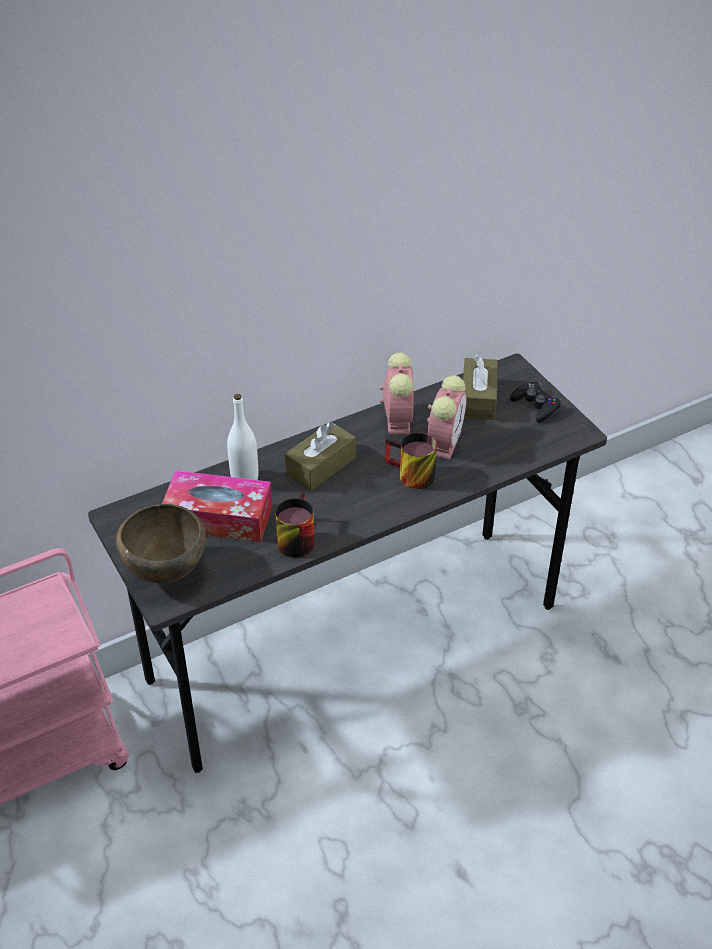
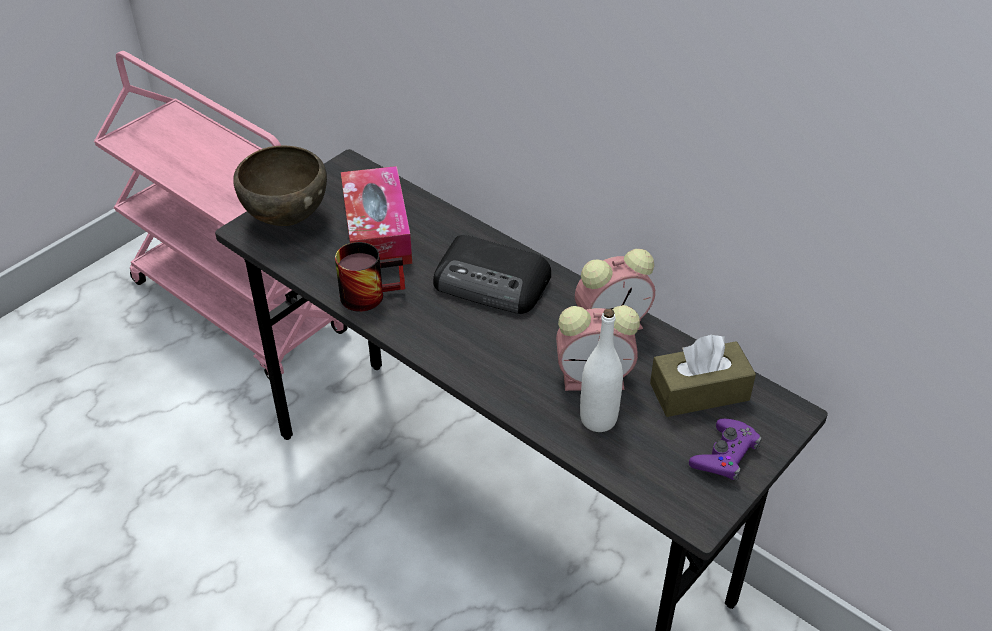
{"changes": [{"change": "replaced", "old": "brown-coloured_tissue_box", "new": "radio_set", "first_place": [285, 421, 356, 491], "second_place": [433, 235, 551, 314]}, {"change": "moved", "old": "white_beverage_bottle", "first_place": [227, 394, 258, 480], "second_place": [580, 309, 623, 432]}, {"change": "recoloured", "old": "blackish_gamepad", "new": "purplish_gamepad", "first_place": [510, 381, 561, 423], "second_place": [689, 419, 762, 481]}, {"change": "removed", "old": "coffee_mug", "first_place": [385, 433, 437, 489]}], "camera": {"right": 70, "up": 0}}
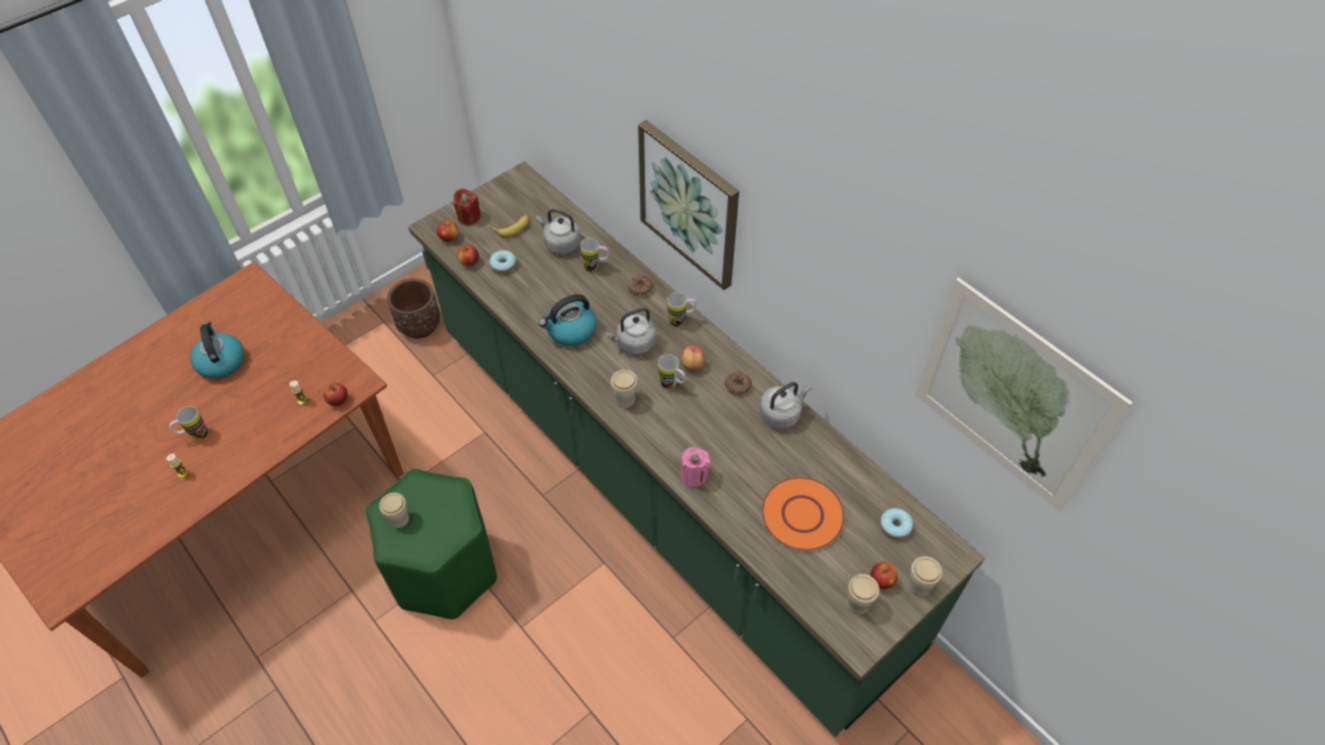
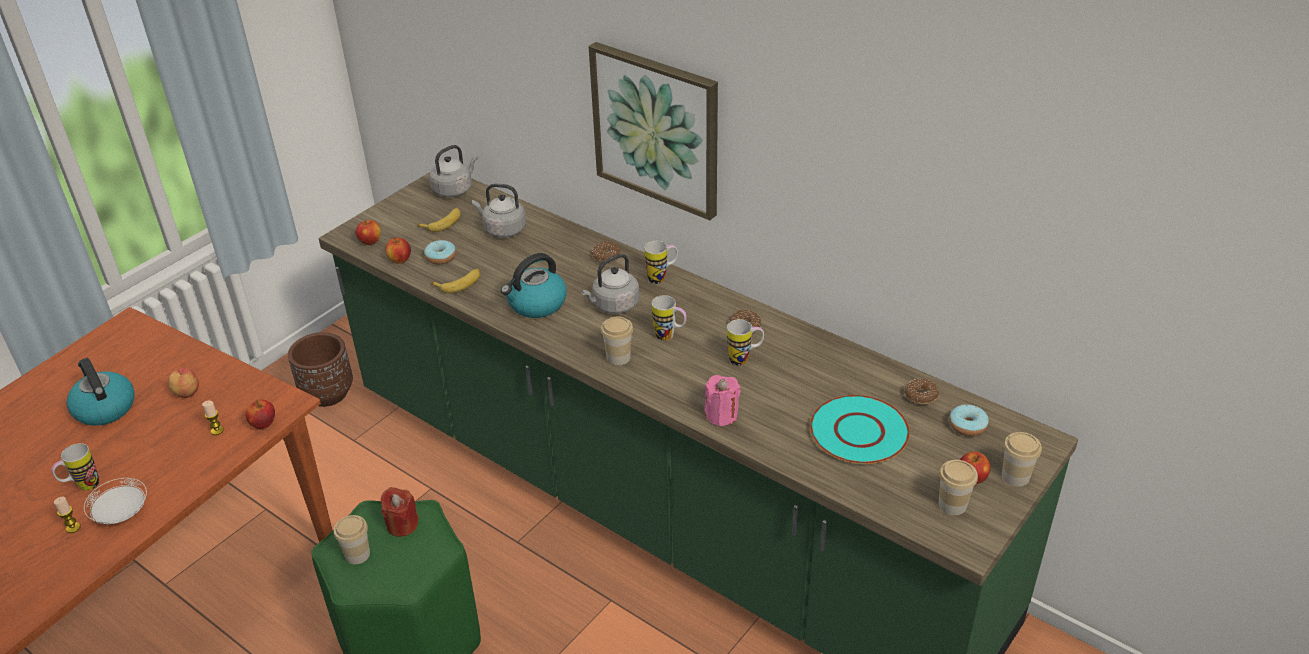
{"changes": [{"change": "added", "new": "white_flat_dish", "second_place": [84, 478, 147, 524]}, {"change": "moved", "old": "whole_apple", "first_place": [681, 345, 705, 371], "second_place": [168, 368, 199, 398]}, {"change": "moved", "old": "reddish_wax_light", "first_place": [454, 188, 481, 225], "second_place": [381, 487, 419, 537]}, {"change": "moved", "old": "gray_water_kettle", "first_place": [759, 382, 811, 429], "second_place": [429, 145, 478, 197]}, {"change": "added", "new": "whole_banana", "second_place": [431, 268, 480, 293]}, {"change": "moved", "old": "coffee_mug", "first_place": [580, 238, 609, 272], "second_place": [727, 319, 764, 366]}, {"change": "recoloured", "old": "orange-coloured_flat_dish", "new": "turquoise-coloured_flat_dish", "first_place": [761, 477, 845, 551], "second_place": [810, 395, 910, 464]}, {"change": "added", "new": "donut", "second_place": [904, 379, 939, 405]}, {"change": "removed", "old": "wall_art", "first_place": [915, 277, 1133, 511]}], "camera": {"right": -10, "up": -15}}
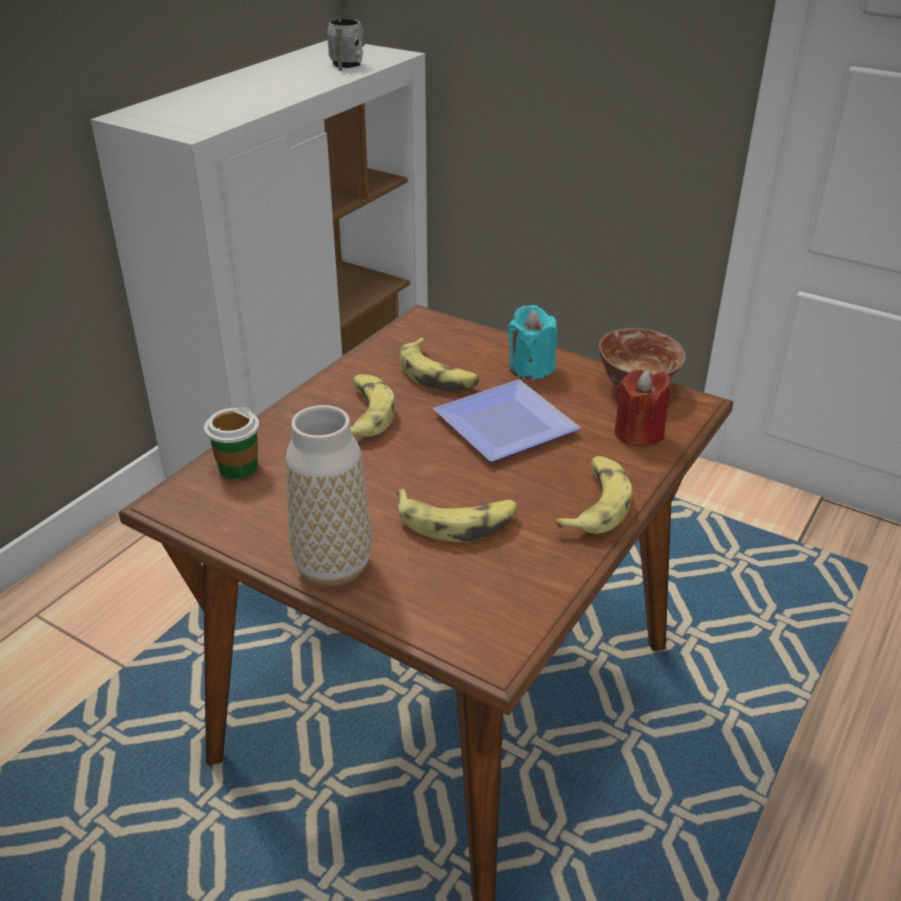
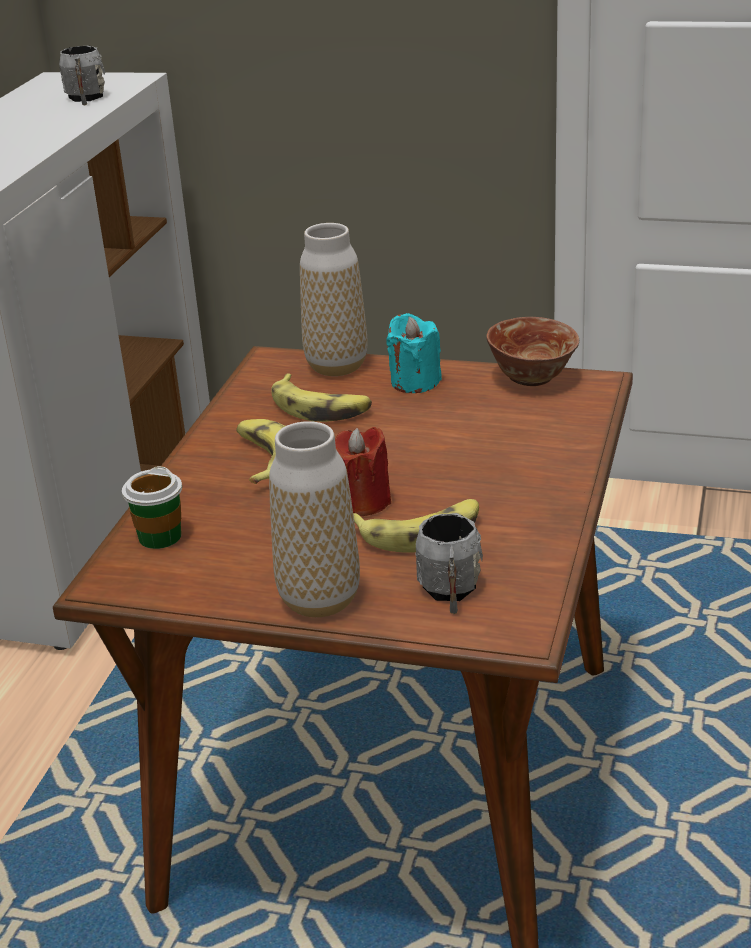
{"changes": [{"change": "added", "new": "decorative_vase", "second_place": [300, 223, 367, 376]}, {"change": "moved", "old": "reddish_wax_light", "first_place": [614, 370, 670, 447], "second_place": [335, 427, 391, 516]}, {"change": "added", "new": "gray_coffee_mug", "second_place": [415, 513, 483, 614]}, {"change": "removed", "old": "flat_dish", "first_place": [433, 380, 581, 462]}, {"change": "removed", "old": "whole_banana", "first_place": [555, 456, 632, 534]}], "camera": {"right": -15, "up": -5}}
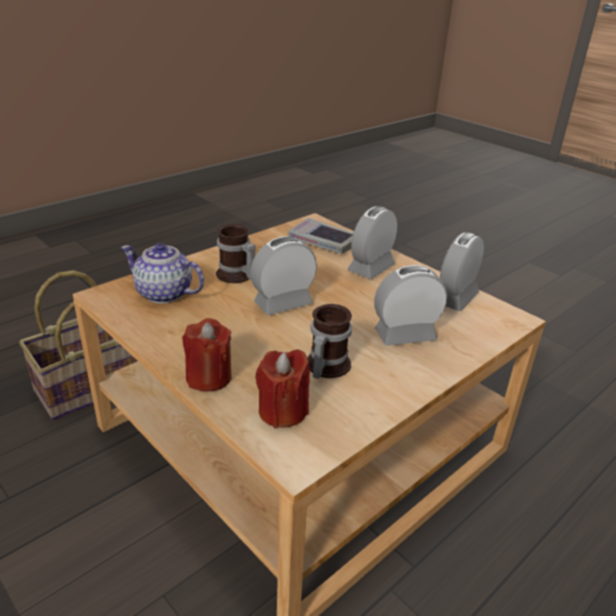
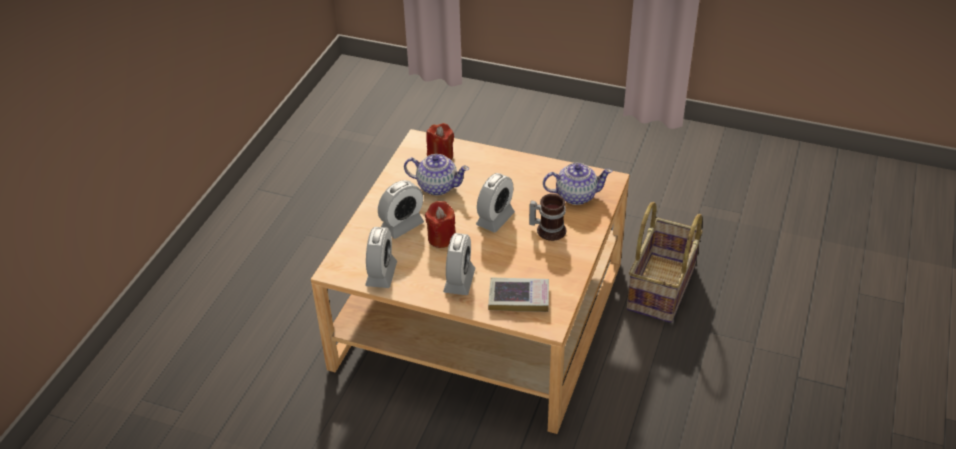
{"changes": [{"change": "replaced", "old": "coffee_mug", "new": "tea_pot", "first_place": [307, 304, 352, 379], "second_place": [404, 154, 469, 196]}, {"change": "moved", "old": "reddish_wax_light", "first_place": [182, 318, 231, 392], "second_place": [425, 201, 456, 248]}], "camera": {"right": 155, "up": 10}}
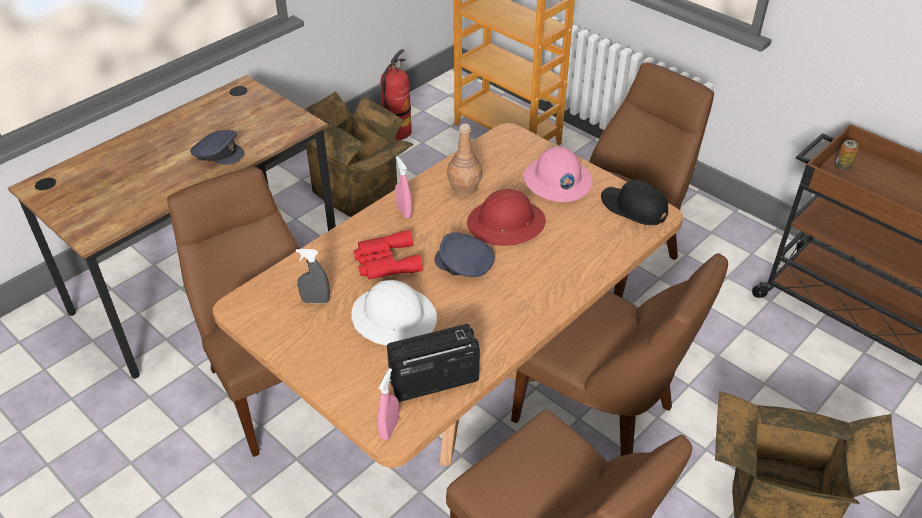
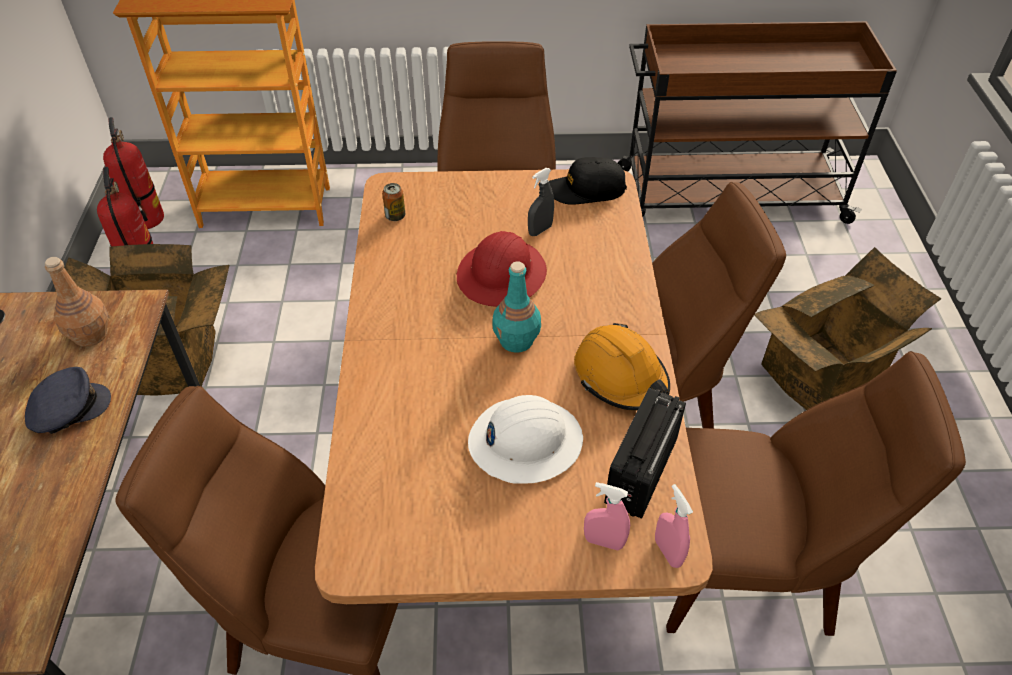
{"changes": [{"change": "moved", "old": "brown-coloured_beverage_bottle", "first_place": [447, 124, 482, 195], "second_place": [45, 257, 108, 347]}, {"change": "added", "new": "fire_extinguisher", "second_place": [103, 117, 164, 229]}, {"change": "moved", "old": "can", "first_place": [835, 140, 858, 170], "second_place": [382, 183, 405, 221]}, {"change": "replaced", "old": "gray_cap", "new": "turquoise-coloured_beverage_bottle", "first_place": [435, 232, 495, 277], "second_place": [492, 261, 541, 353]}, {"change": "moved", "old": "gray_sprayer", "first_place": [296, 249, 330, 303], "second_place": [528, 168, 554, 236]}, {"change": "added", "new": "orange-coloured_safety_helmet", "second_place": [574, 323, 670, 411]}, {"change": "moved", "old": "pink-coloured_sprayer", "first_place": [395, 156, 412, 218], "second_place": [584, 482, 630, 550]}, {"change": "removed", "old": "reddish_binoculars", "first_place": [354, 230, 423, 280]}, {"change": "removed", "old": "pink-coloured_safety_helmet", "first_place": [524, 146, 593, 202]}], "camera": {"right": -45, "up": 5}}
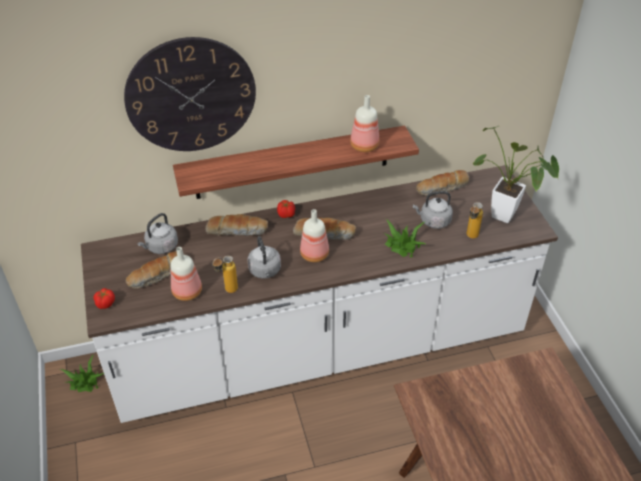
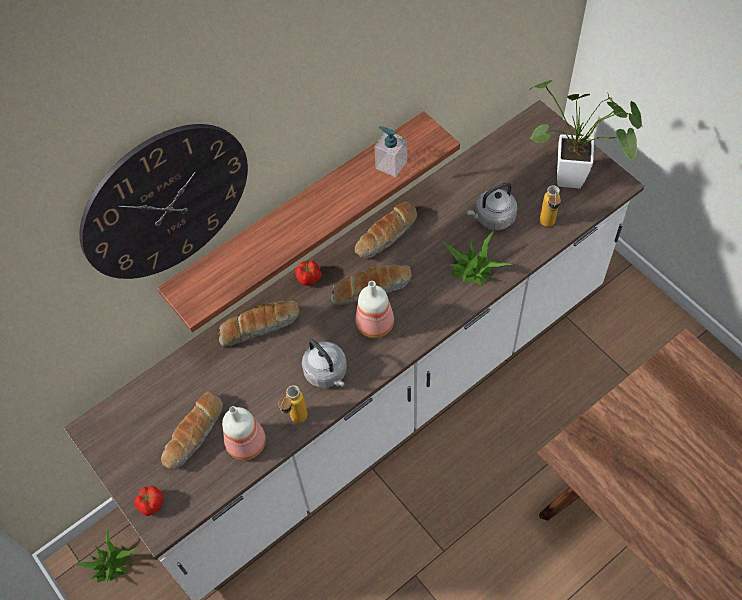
{"changes": [{"change": "moved", "old": "bread", "first_place": [416, 170, 469, 196], "second_place": [355, 202, 417, 258]}, {"change": "replaced", "old": "beverage_bottle", "new": "liquid_soap_bottle", "first_place": [350, 95, 379, 152], "second_place": [375, 126, 407, 177]}, {"change": "removed", "old": "gray_water_kettle", "first_place": [137, 213, 178, 254]}], "camera": {"right": -20, "up": 15}}
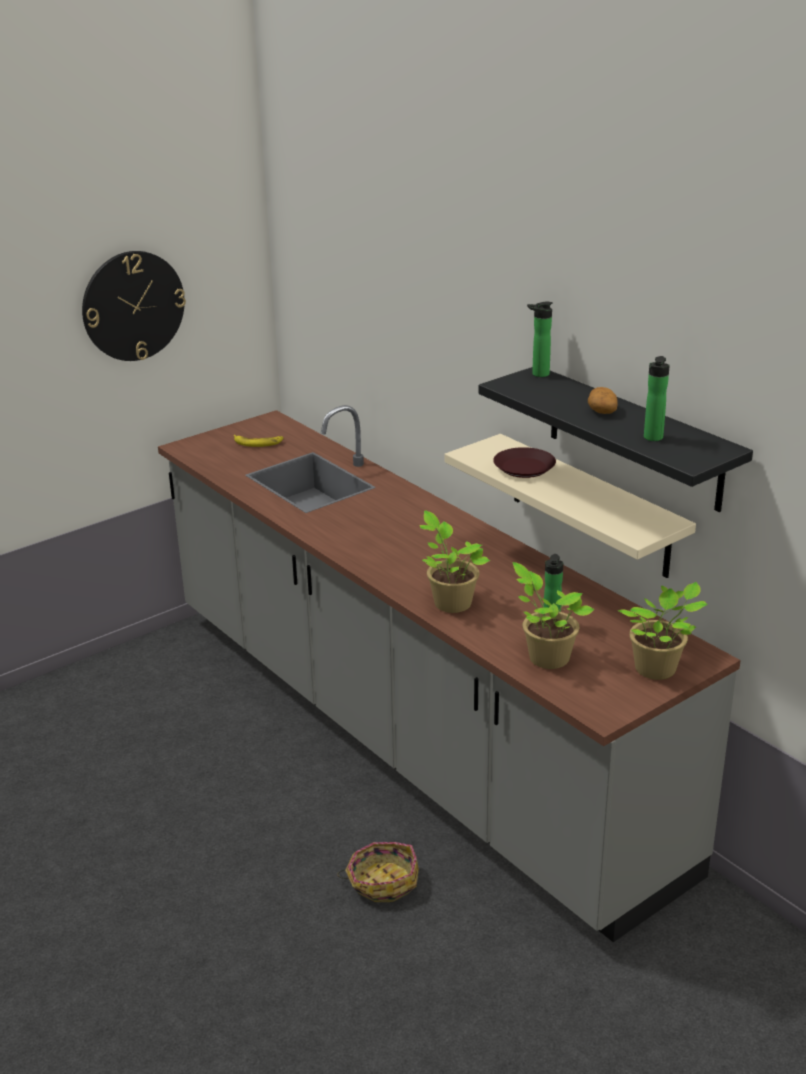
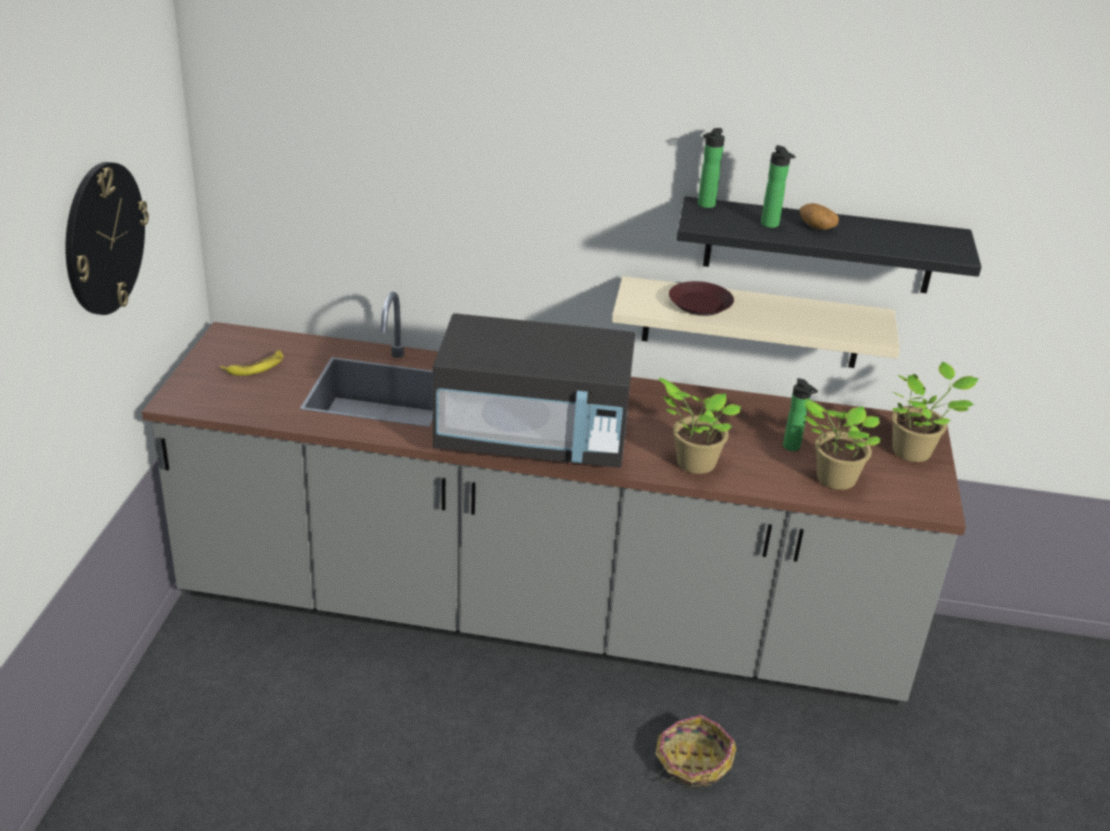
{"changes": [{"change": "added", "new": "blackish_microwave_oven", "second_place": [433, 313, 635, 468]}, {"change": "moved", "old": "beverage_bottle", "first_place": [644, 356, 670, 441], "second_place": [761, 145, 796, 228]}], "camera": {"right": -45, "up": 5}}
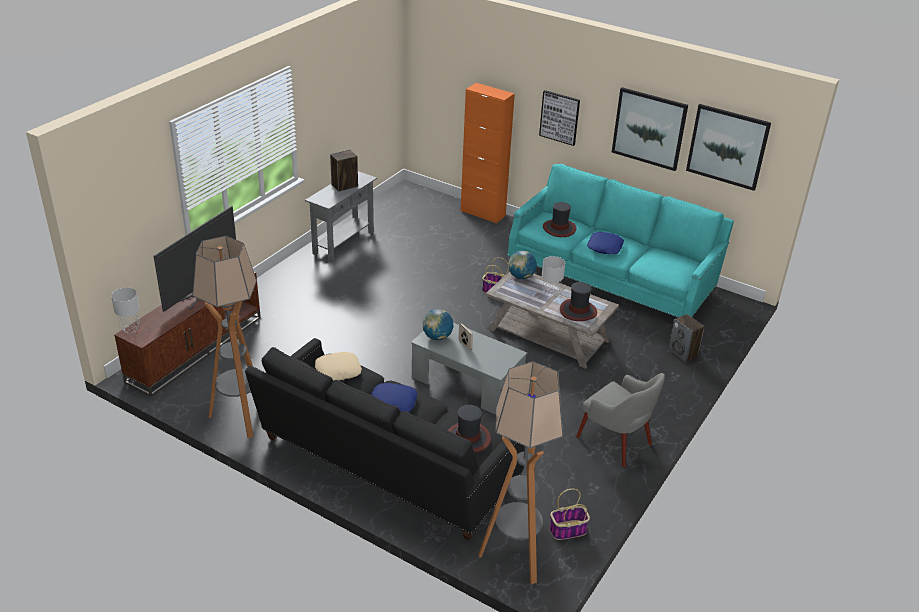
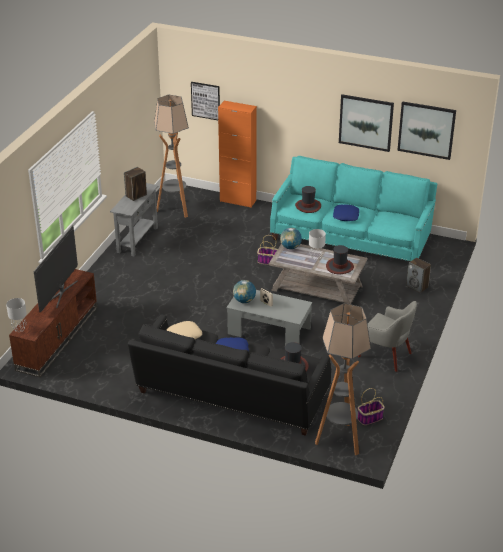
{"changes": [{"change": "moved", "old": "standing_lamp", "first_place": [192, 236, 257, 438], "second_place": [154, 95, 189, 218]}, {"change": "moved", "old": "wall_art", "first_place": [539, 90, 580, 146], "second_place": [191, 82, 220, 120]}], "camera": {"right": -10, "up": 0}}
